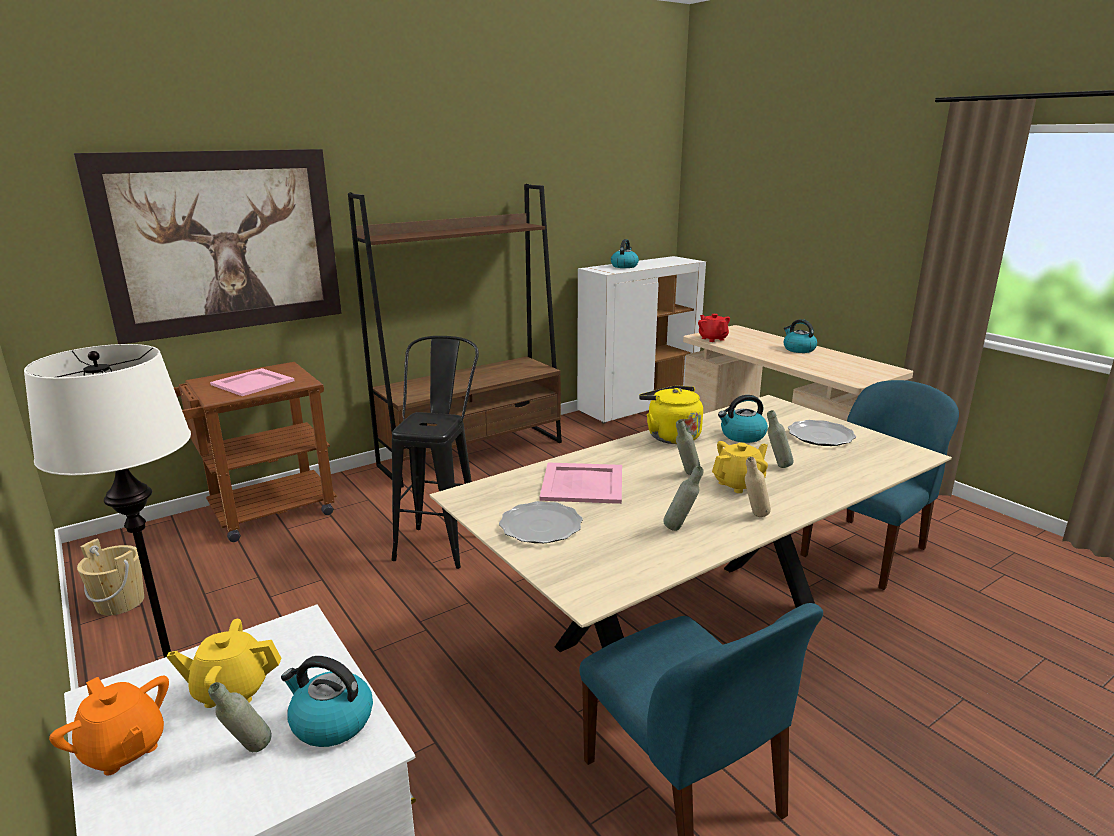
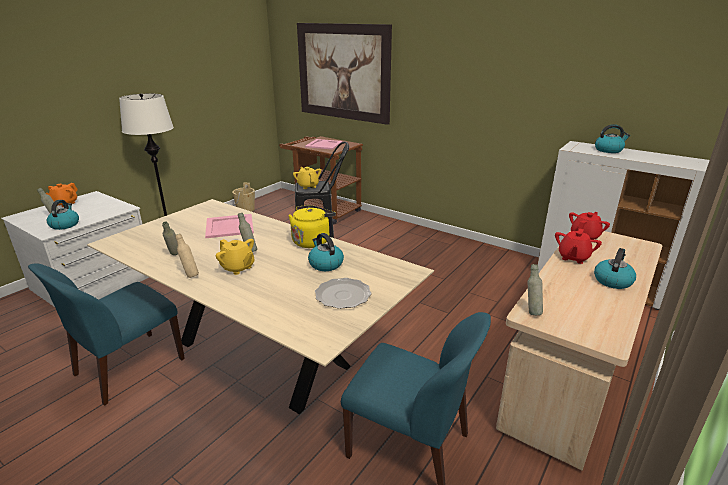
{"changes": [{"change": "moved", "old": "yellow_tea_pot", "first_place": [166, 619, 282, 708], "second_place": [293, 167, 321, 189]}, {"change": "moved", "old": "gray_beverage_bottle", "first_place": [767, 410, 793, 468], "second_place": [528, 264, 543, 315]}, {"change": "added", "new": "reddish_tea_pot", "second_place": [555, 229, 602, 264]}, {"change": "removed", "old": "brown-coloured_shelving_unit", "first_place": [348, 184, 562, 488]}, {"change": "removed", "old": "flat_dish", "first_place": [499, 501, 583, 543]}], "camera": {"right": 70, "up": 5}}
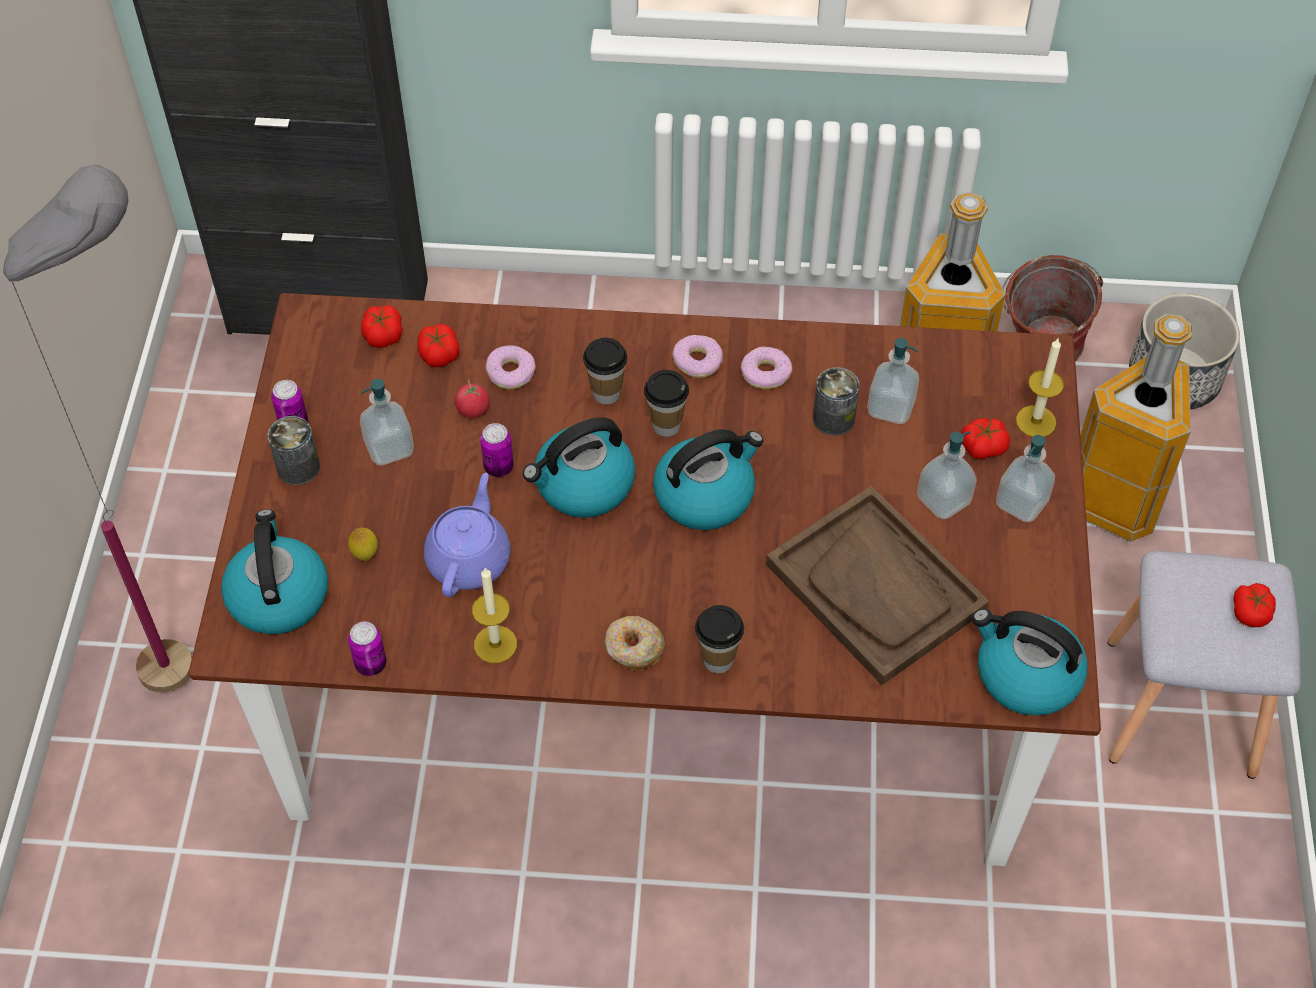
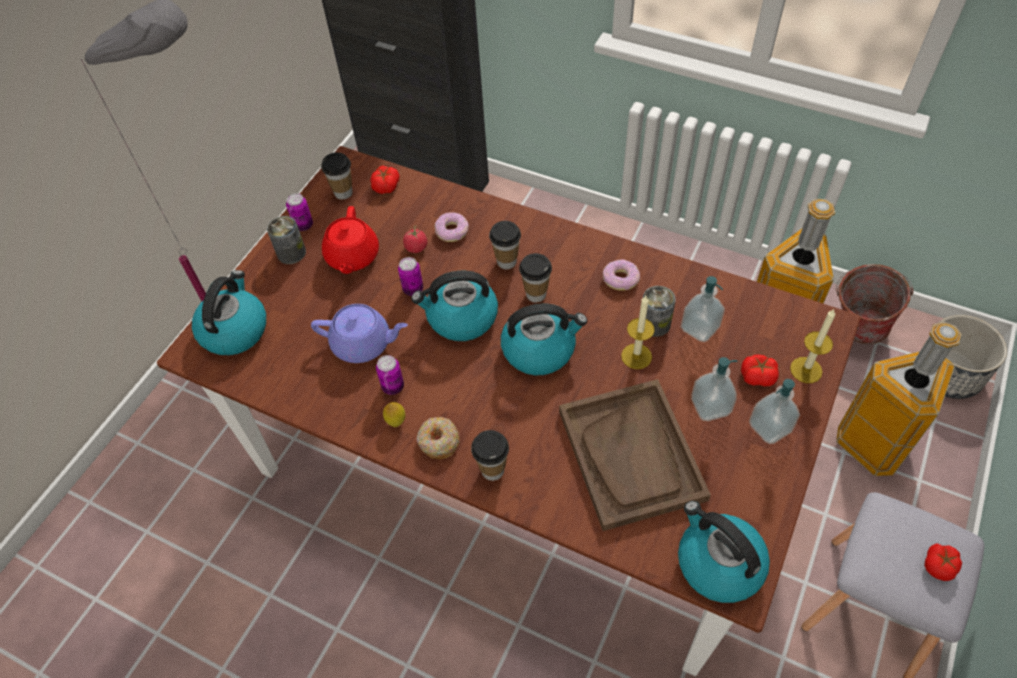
{"changes": [{"change": "turned", "old": "purplish_tea_pot", "first_place": [424, 473, 511, 597], "second_place": [311, 304, 408, 363], "degrees": 60}, {"change": "added", "new": "small_cup", "second_place": [321, 152, 353, 200]}, {"change": "replaced", "old": "liquid_soap_bottle", "new": "reddish_tea_pot", "first_place": [360, 379, 414, 465], "second_place": [322, 206, 379, 274]}, {"change": "moved", "old": "can", "first_place": [348, 622, 386, 676], "second_place": [376, 355, 404, 395]}, {"change": "moved", "old": "citrus_fruit", "first_place": [348, 528, 378, 561], "second_place": [383, 402, 405, 427]}, {"change": "moved", "old": "wax_light", "first_place": [472, 568, 517, 663], "second_place": [621, 296, 655, 369]}, {"change": "removed", "old": "fresh_tomato", "first_place": [417, 324, 460, 367]}, {"change": "removed", "old": "donut", "first_place": [672, 335, 723, 378]}], "camera": {"right": 25, "up": 0}}
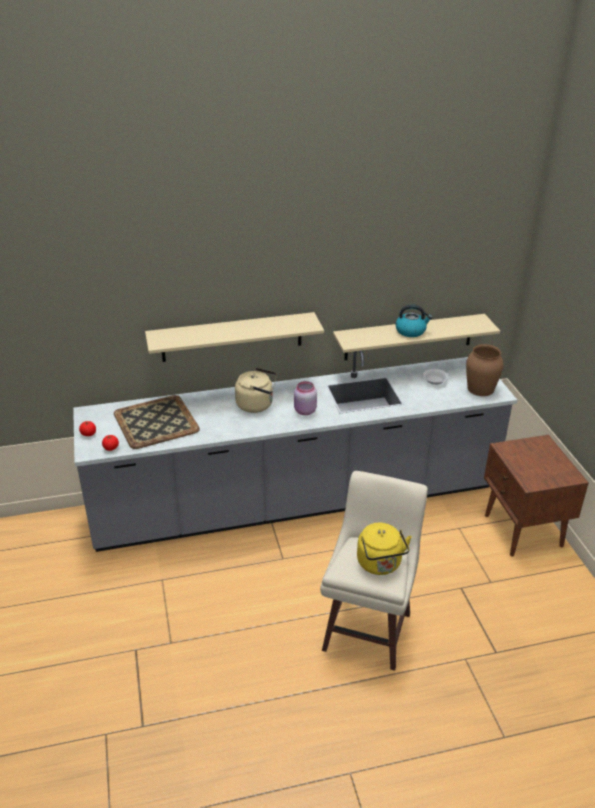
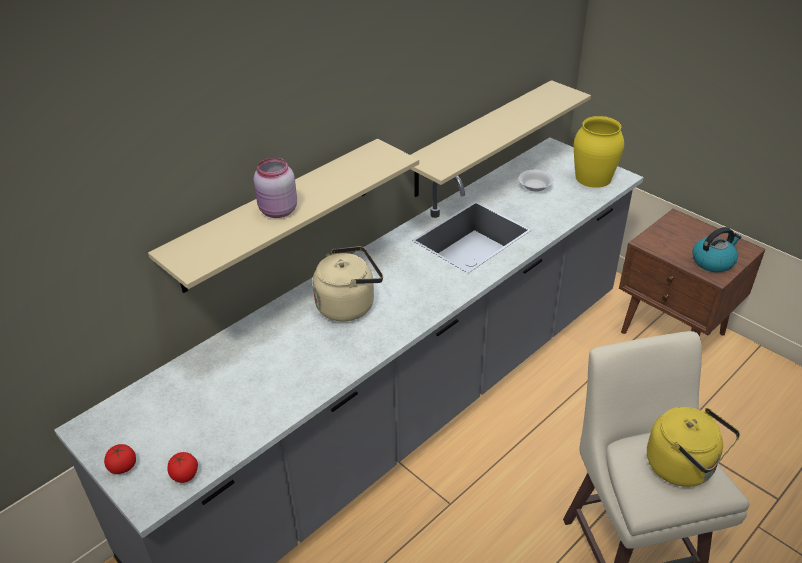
{"changes": [{"change": "moved", "old": "pink-coloured_storage_jar", "first_place": [294, 381, 317, 415], "second_place": [254, 158, 297, 218]}, {"change": "recoloured", "old": "brown-coloured_decorative_vase", "new": "yellow_decorative_vase", "first_place": [466, 344, 503, 396], "second_place": [574, 116, 624, 188]}, {"change": "moved", "old": "water_kettle", "first_place": [395, 304, 432, 337], "second_place": [692, 227, 741, 272]}, {"change": "removed", "old": "tray", "first_place": [114, 395, 200, 449]}], "camera": {"right": -30, "up": 5}}
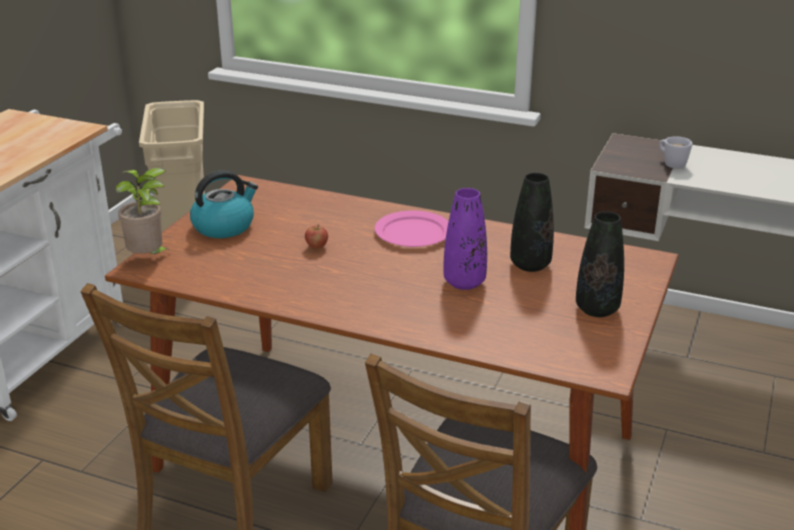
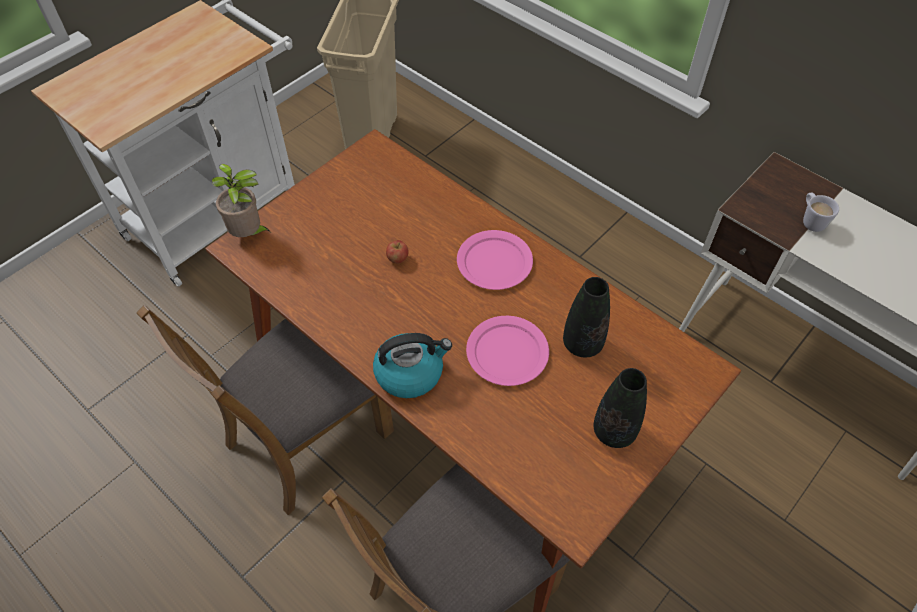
{"changes": [{"change": "moved", "old": "water_kettle", "first_place": [190, 170, 258, 238], "second_place": [373, 333, 452, 398]}, {"change": "replaced", "old": "purplish_decorative_vase", "new": "pink-coloured_flat_dish", "first_place": [444, 188, 487, 290], "second_place": [466, 316, 549, 386]}], "camera": {"right": 20, "up": 25}}
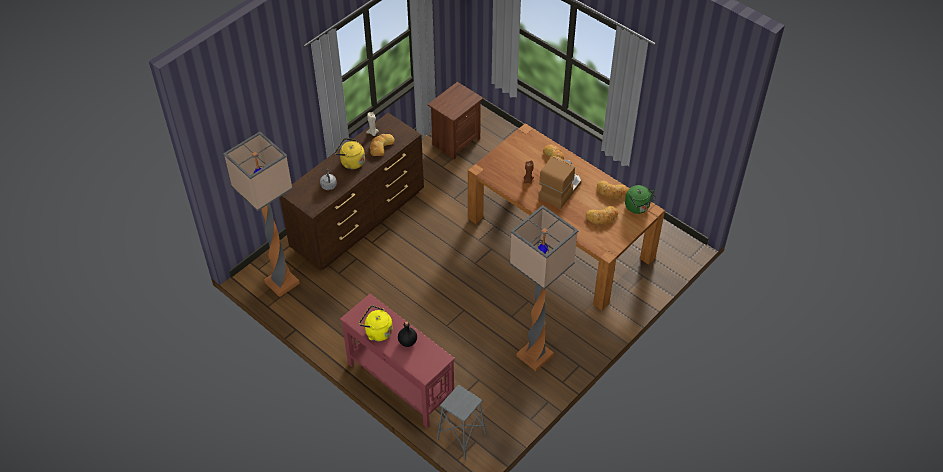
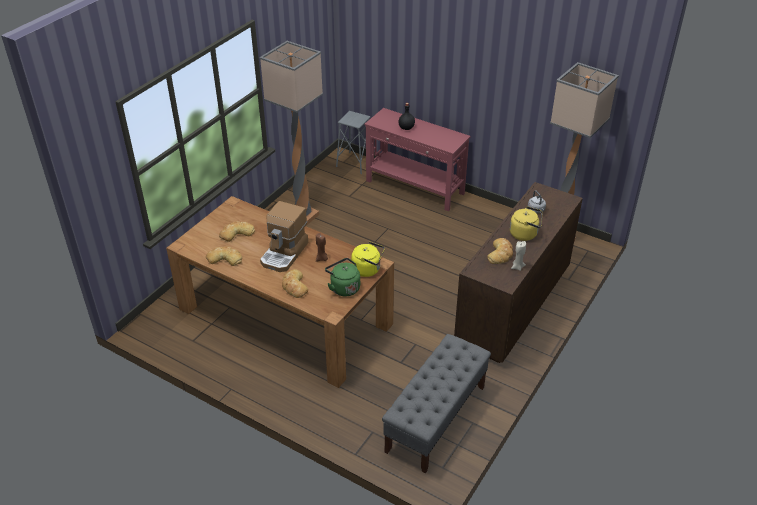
{"changes": [{"change": "moved", "old": "greenish_water_kettle", "first_place": [625, 185, 656, 214], "second_place": [325, 258, 360, 296]}, {"change": "moved", "old": "yellow_water_kettle", "first_place": [359, 305, 393, 341], "second_place": [351, 242, 385, 277]}, {"change": "replaced", "old": "brown-coloured_night_table", "new": "gray_indoor_bench", "first_place": [427, 82, 483, 160], "second_place": [382, 334, 491, 474]}], "camera": {"right": 170, "up": -10}}
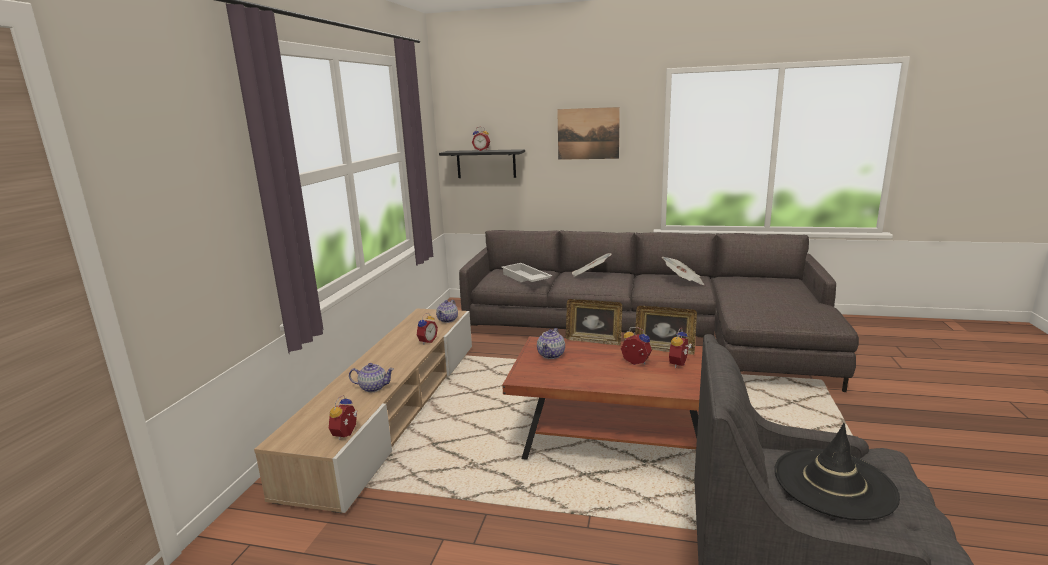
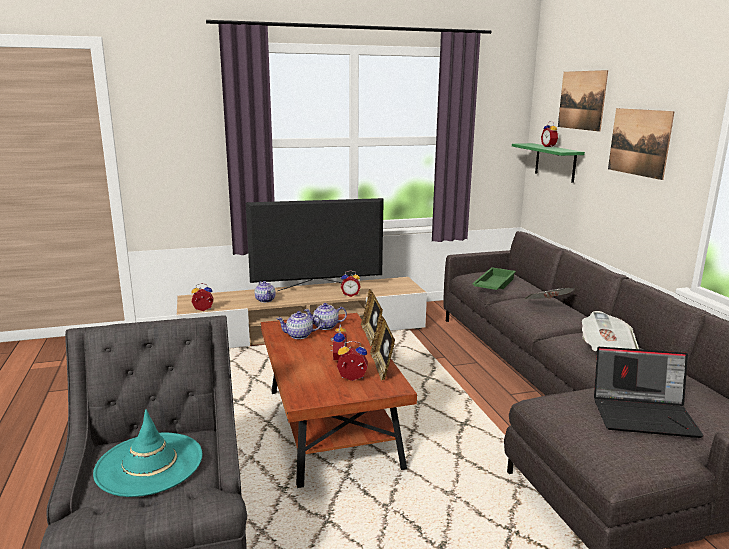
{"changes": [{"change": "recoloured", "old": "blackish_wearable_hat", "new": "turquoise-coloured_wearable_hat", "first_place": [774, 423, 900, 520], "second_place": [93, 409, 203, 497]}, {"change": "added", "new": "TV", "second_place": [246, 198, 384, 291]}, {"change": "moved", "old": "tea_pot", "first_place": [436, 300, 458, 323], "second_place": [277, 311, 321, 339]}, {"change": "recoloured", "old": "white_tray", "new": "greenish_tray", "first_place": [501, 263, 552, 282], "second_place": [472, 267, 516, 290]}, {"change": "recoloured", "old": "blackish_wall_shelf", "new": "greenish_wall_shelf", "first_place": [439, 149, 525, 178], "second_place": [512, 143, 585, 183]}, {"change": "added", "new": "wall_art", "second_place": [558, 70, 608, 132]}, {"change": "added", "new": "notebook_computer", "second_place": [594, 347, 704, 438]}], "camera": {"right": 60, "up": 0}}
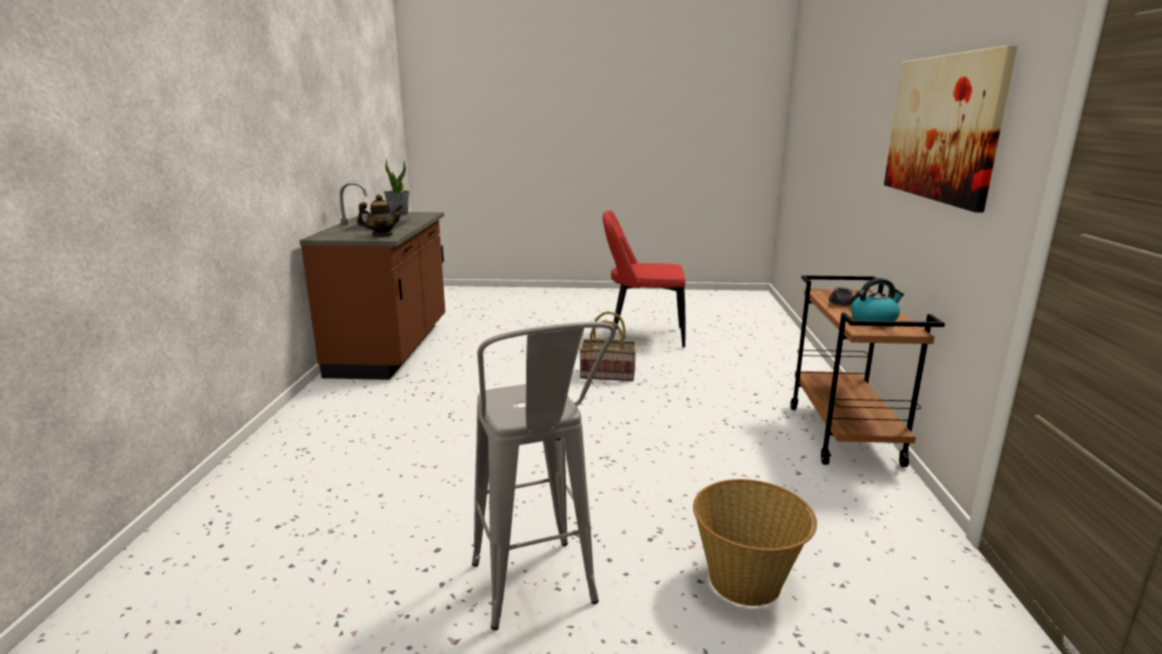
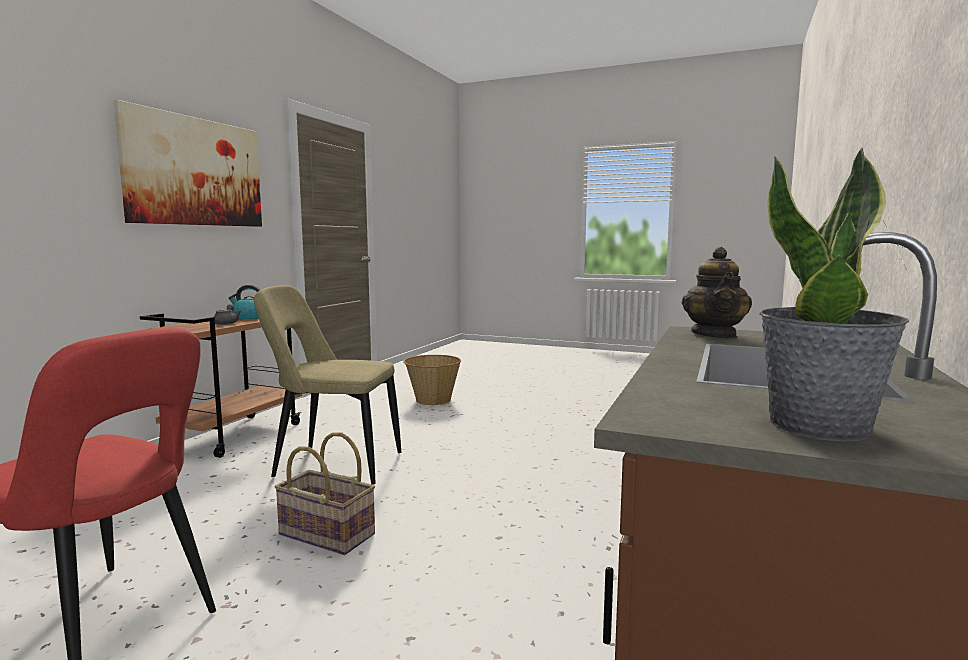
{"changes": [{"change": "added", "new": "beige_chair", "second_place": [254, 285, 401, 485]}, {"change": "turned", "old": "tea_pot", "first_place": [357, 194, 402, 237], "second_place": [682, 247, 752, 339], "degrees": -90}, {"change": "removed", "old": "gray_stool_seat", "first_place": [472, 322, 616, 630]}], "camera": {"right": -160, "up": -10}}
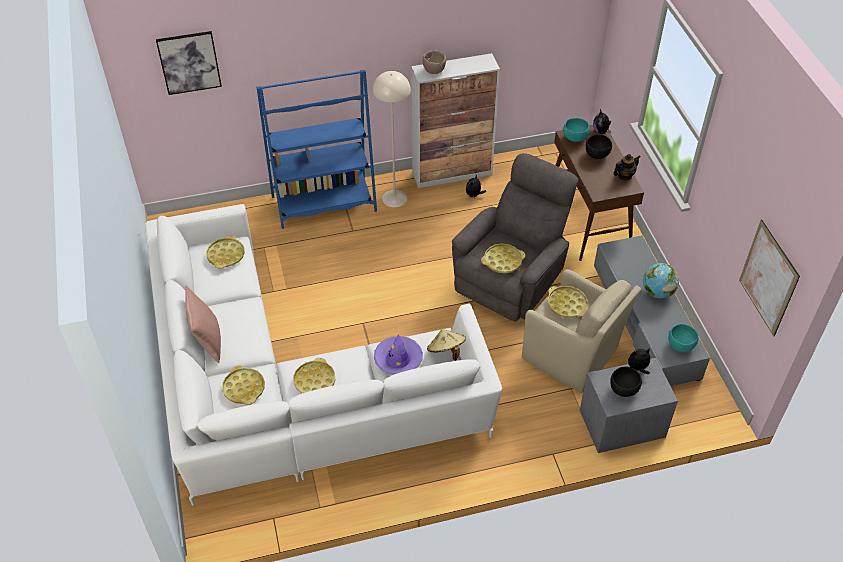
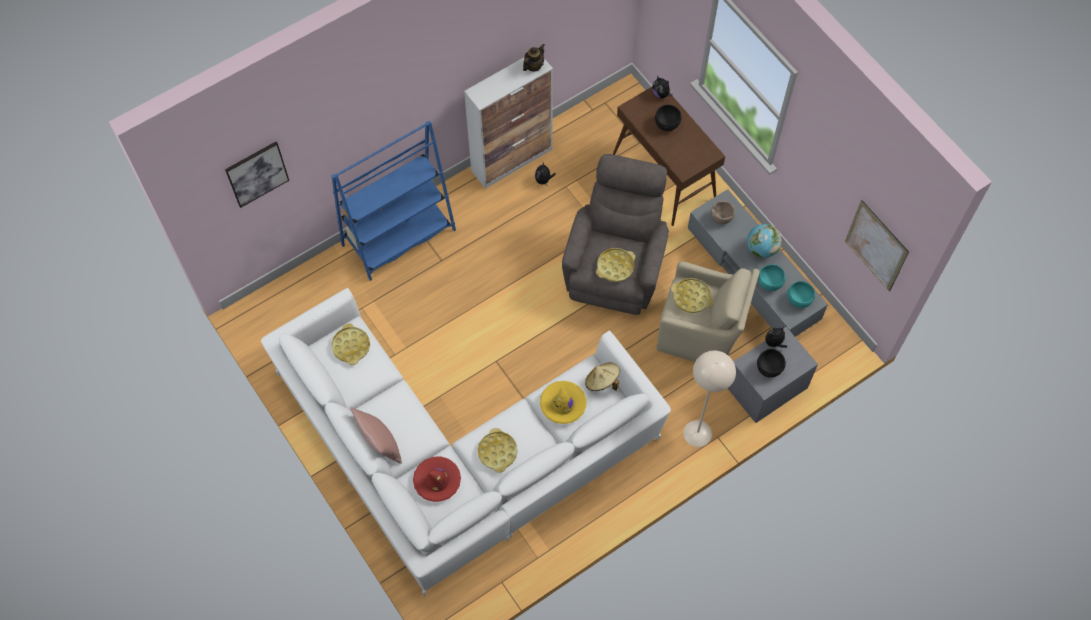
{"changes": [{"change": "replaced", "old": "yellow_tray", "new": "reddish_wearable_hat", "first_place": [222, 366, 265, 405], "second_place": [413, 456, 461, 502]}, {"change": "moved", "old": "tea_pot", "first_place": [613, 154, 641, 180], "second_place": [523, 44, 545, 72]}, {"change": "recoloured", "old": "purplish_wearable_hat", "new": "yellow_wearable_hat", "first_place": [374, 334, 423, 375], "second_place": [540, 381, 587, 424]}, {"change": "moved", "old": "beige_standing_lamp", "first_place": [373, 71, 411, 207], "second_place": [683, 351, 736, 447]}, {"change": "moved", "old": "brown-coloured_serving_bowl", "first_place": [422, 50, 446, 74], "second_place": [711, 200, 735, 224]}, {"change": "moved", "old": "turquoise-coloured_serving_bowl", "first_place": [563, 118, 590, 142], "second_place": [758, 264, 786, 291]}], "camera": {"right": -20, "up": 15}}
